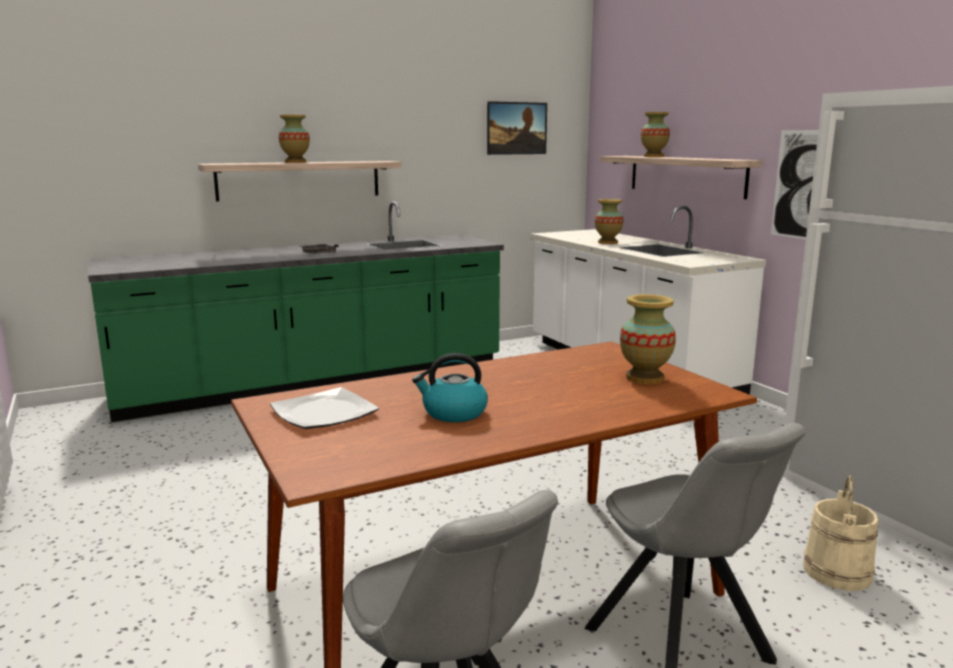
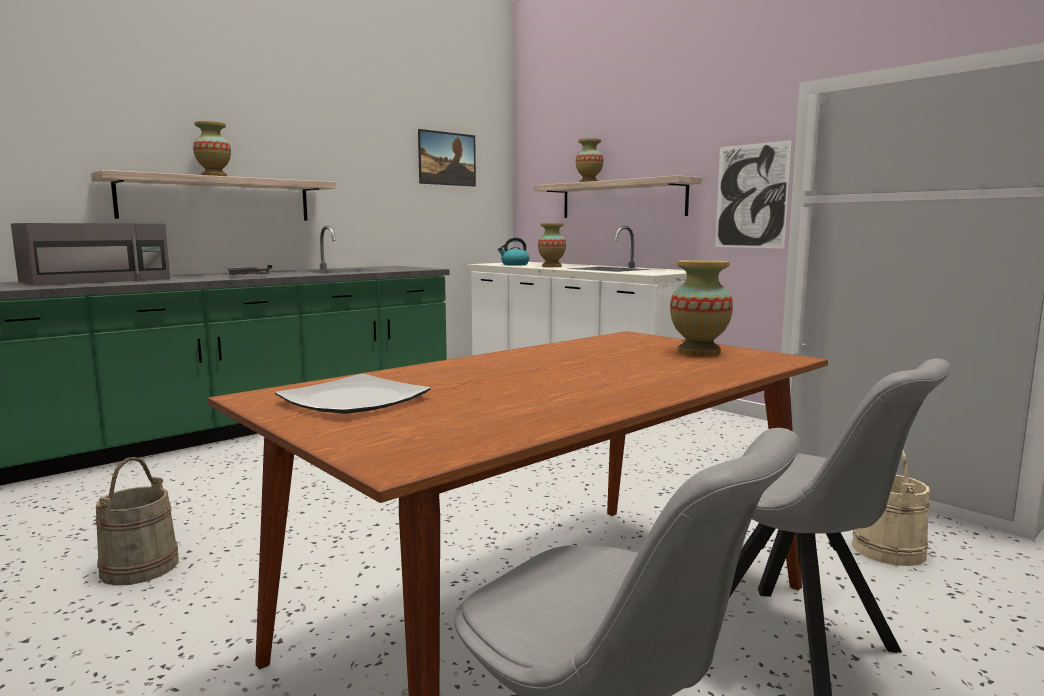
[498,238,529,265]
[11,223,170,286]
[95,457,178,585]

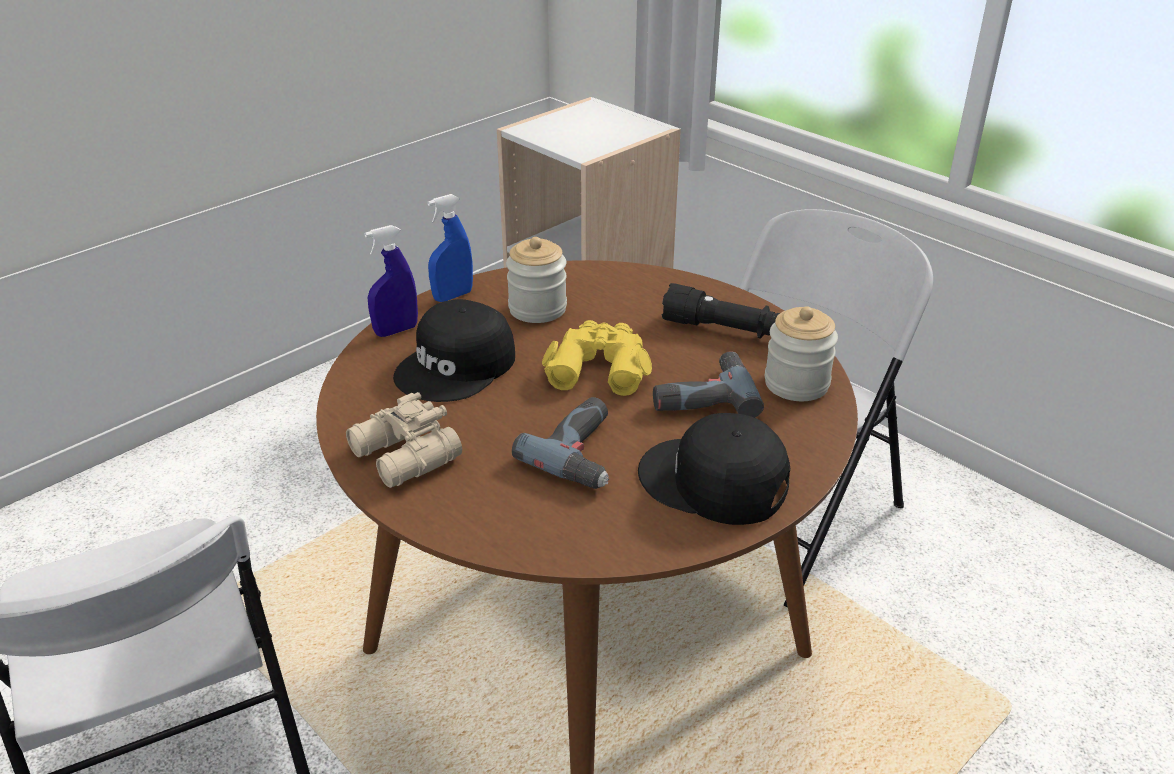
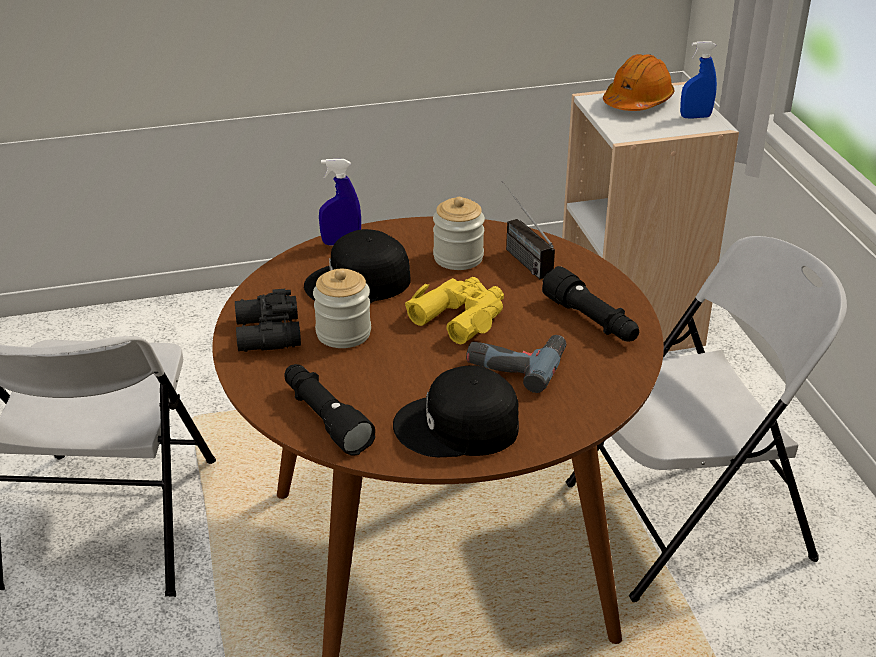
[235,289,301,352]
[680,41,717,119]
[512,397,609,489] (first image)
[393,365,519,457]
[313,269,371,348]
[284,364,375,456]
[502,181,555,279]
[603,54,674,111]

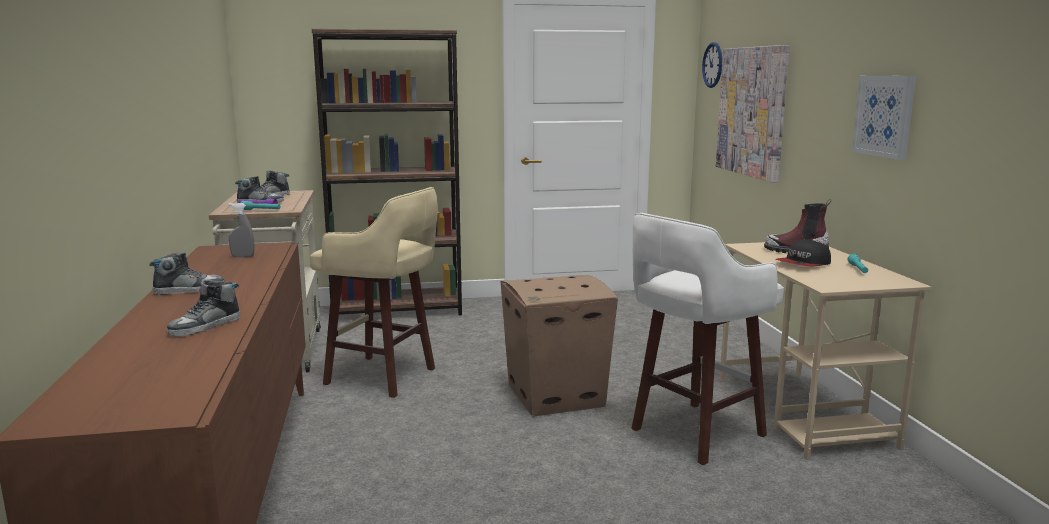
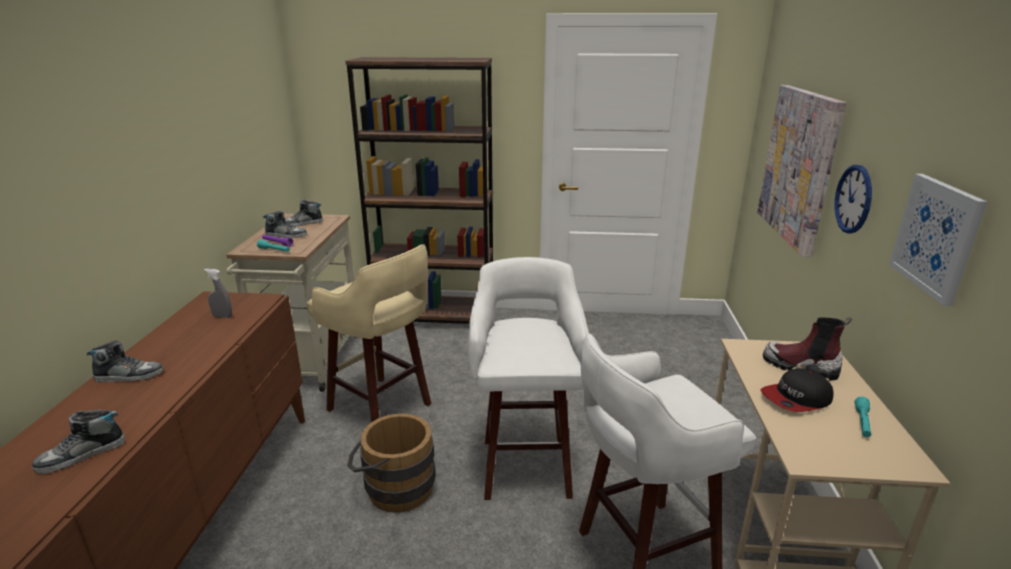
[468,257,589,500]
[834,165,872,234]
[347,413,436,513]

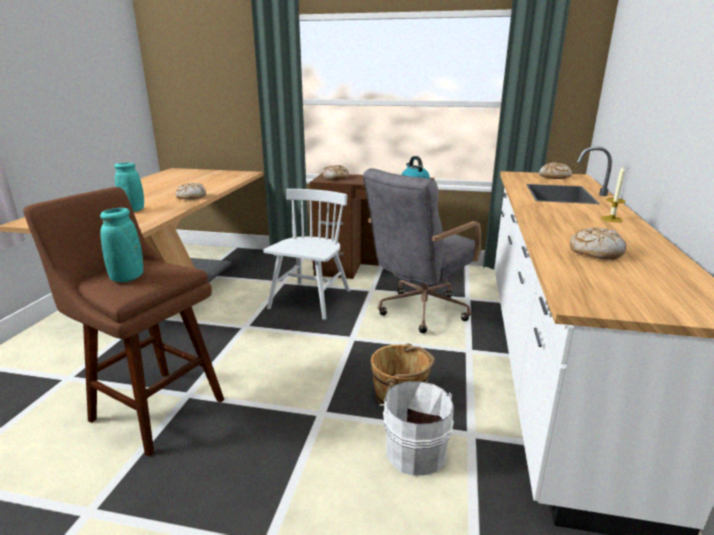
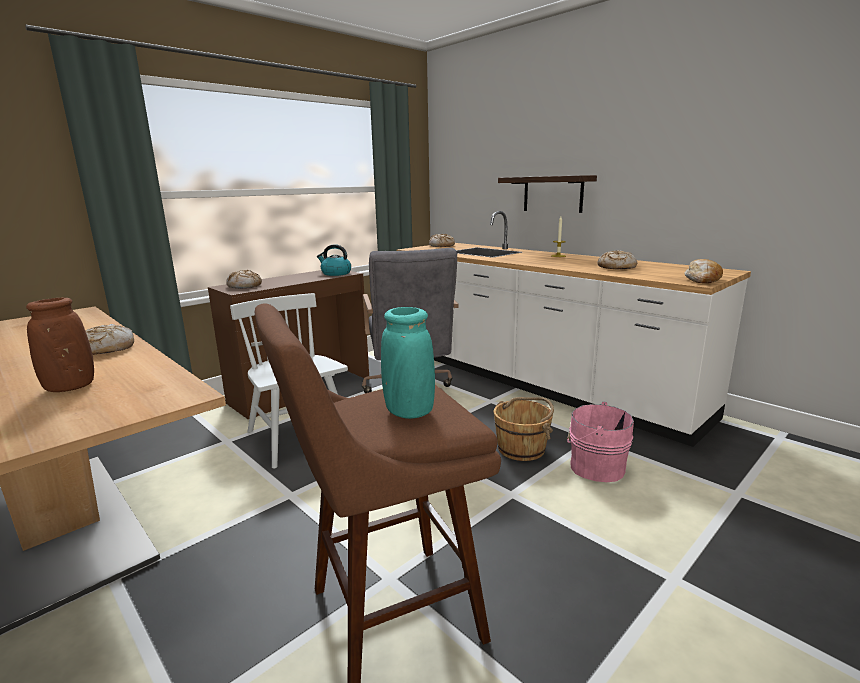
[26,298,94,392]
[567,402,634,482]
[498,175,597,213]
[684,259,723,283]

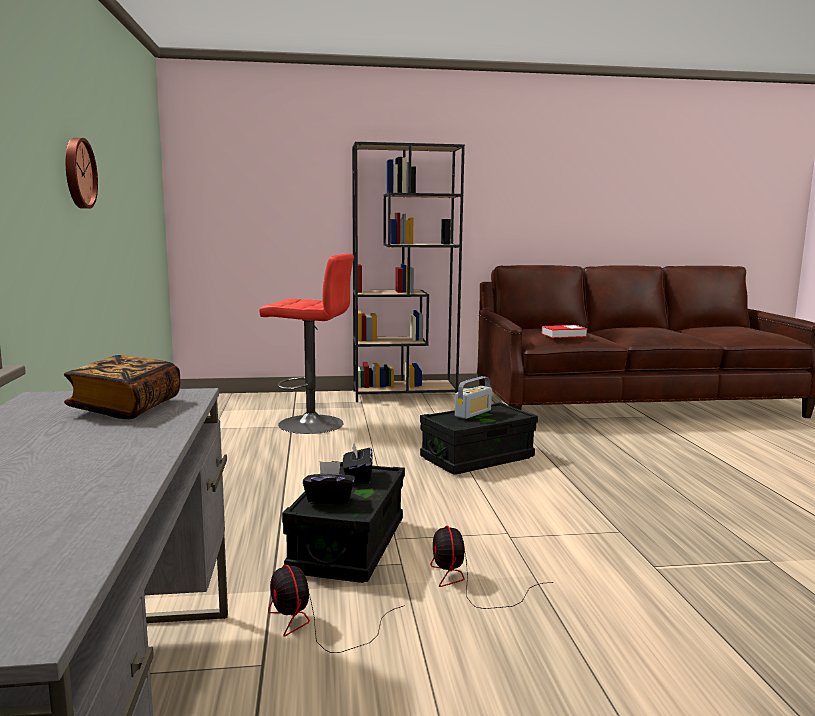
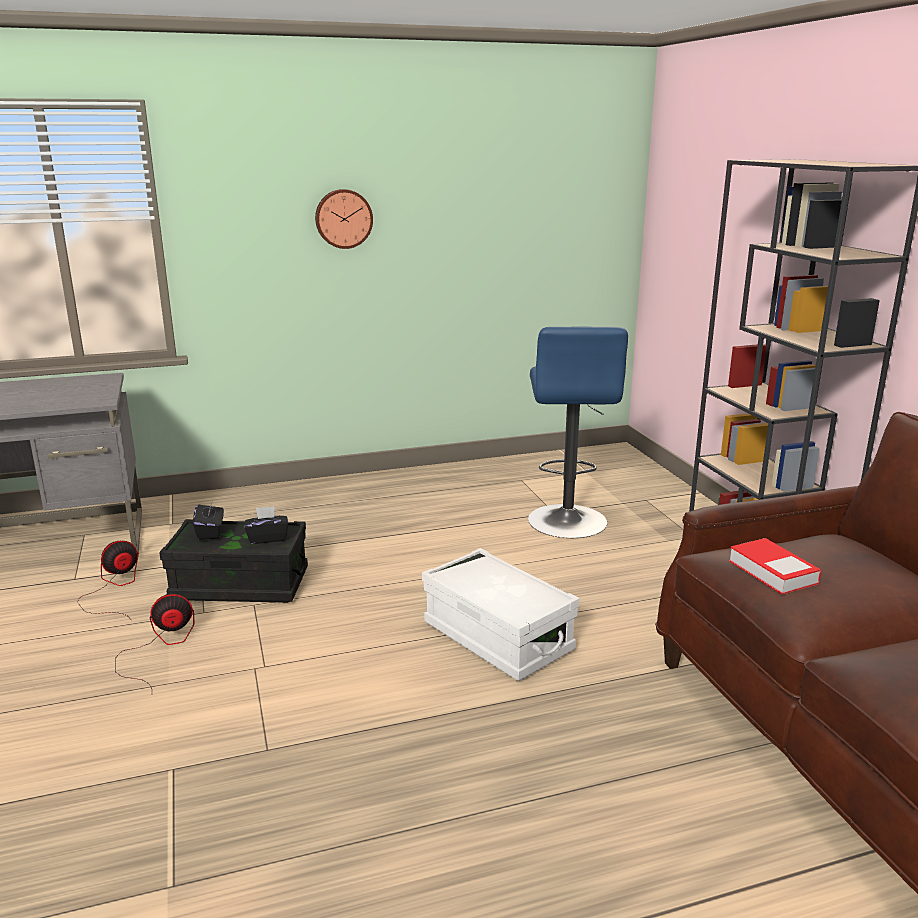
[64,355,180,419] (first image)
[528,327,628,538]
[422,548,579,681]
[455,376,492,419] (first image)

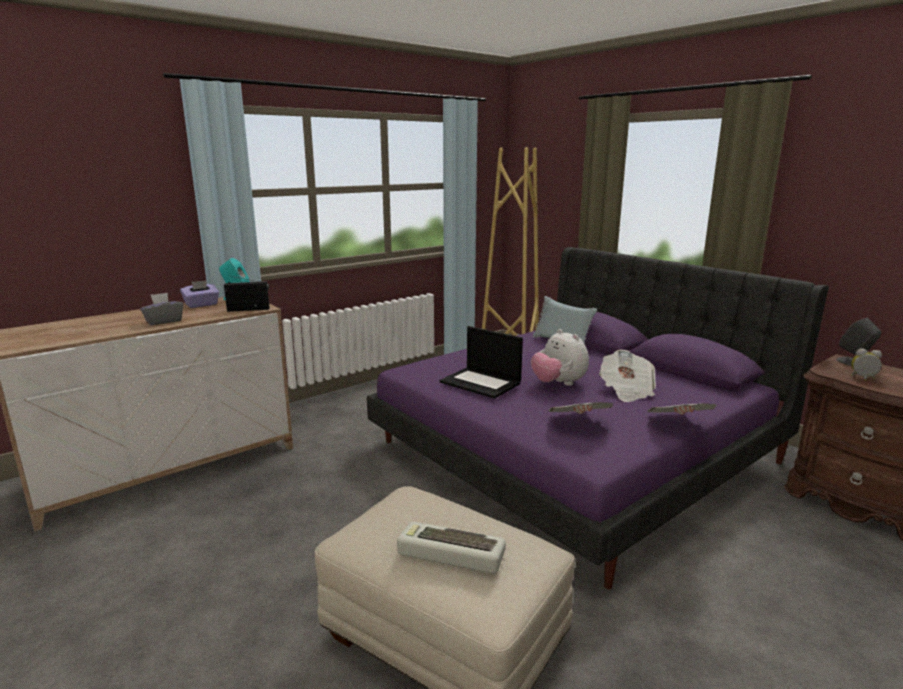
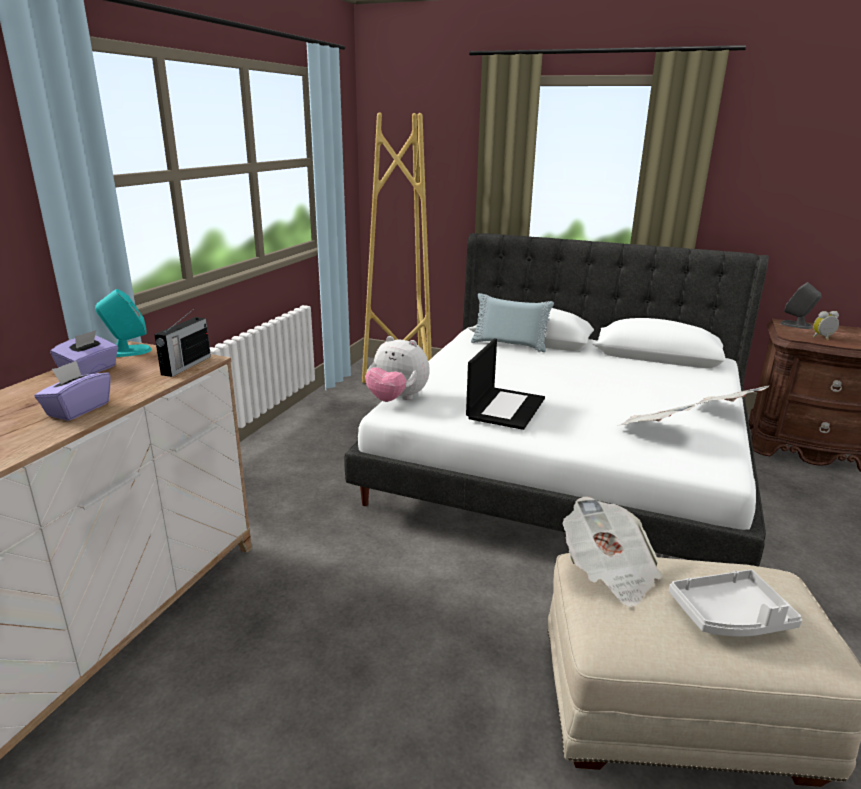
[34,361,111,421]
[154,308,211,377]
[344,233,769,566]
[669,570,802,637]
[466,338,545,430]
[365,336,430,402]
[563,496,663,607]

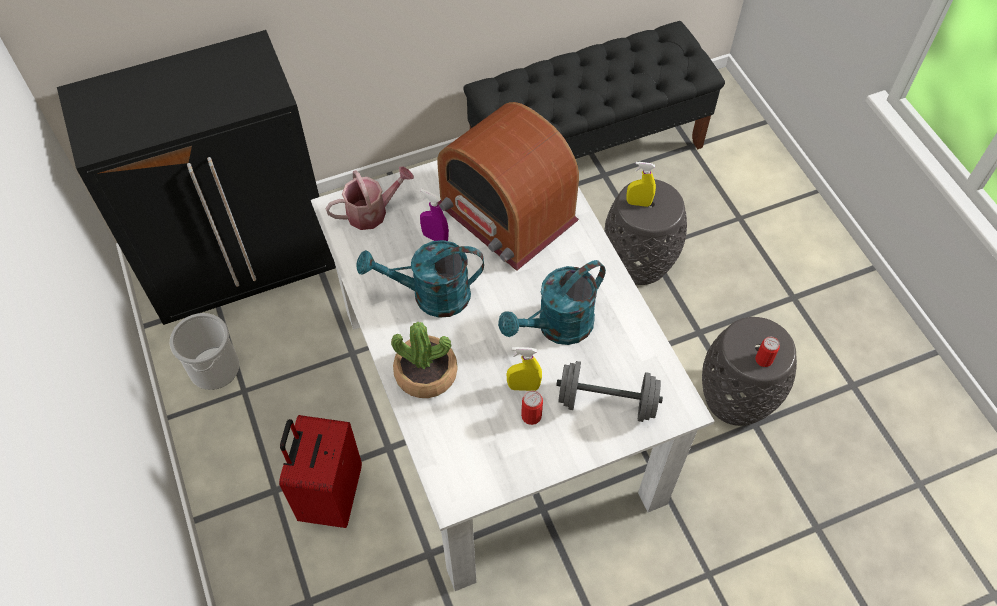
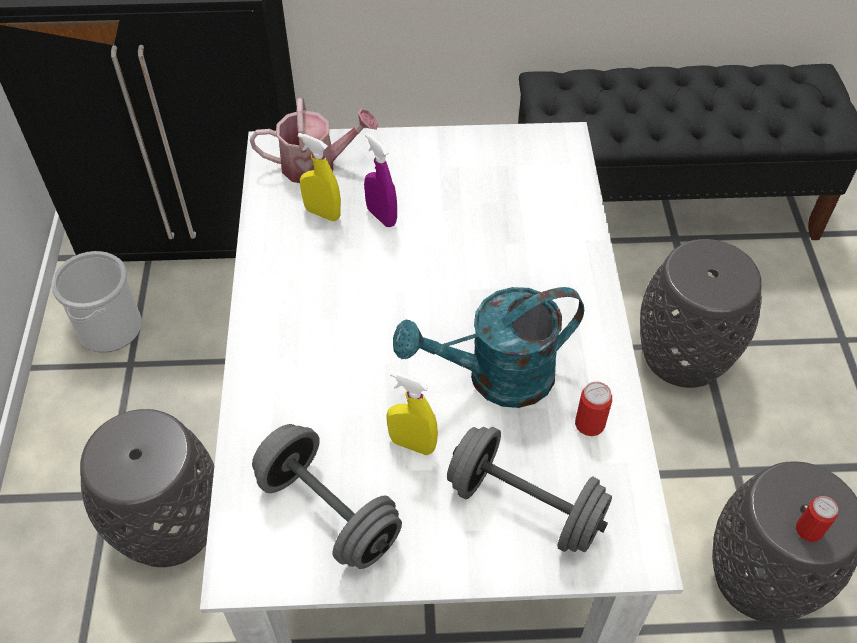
[80,409,214,567]
[356,240,484,318] (first image)
[391,322,458,398] (first image)
[437,102,579,271] (first image)
[575,381,612,436]
[298,133,341,221]
[252,424,402,569]

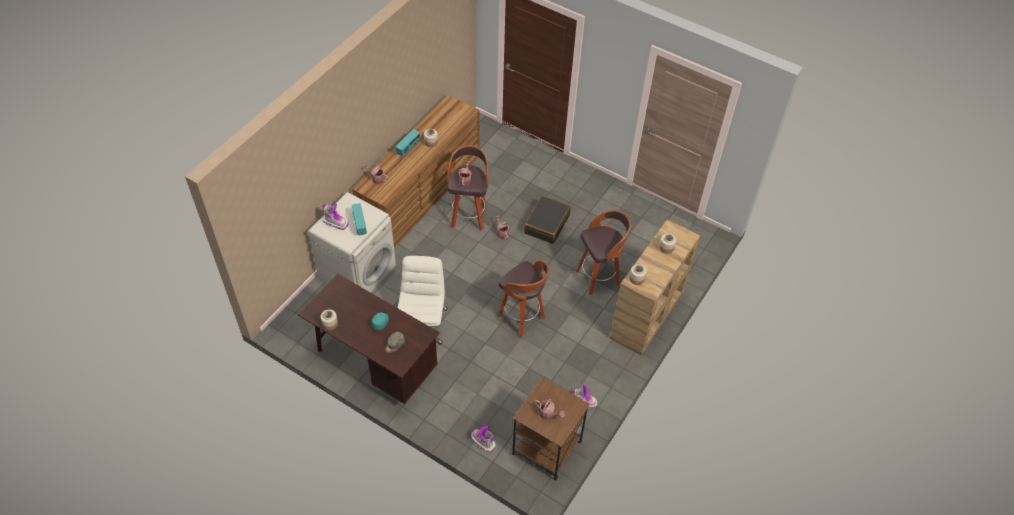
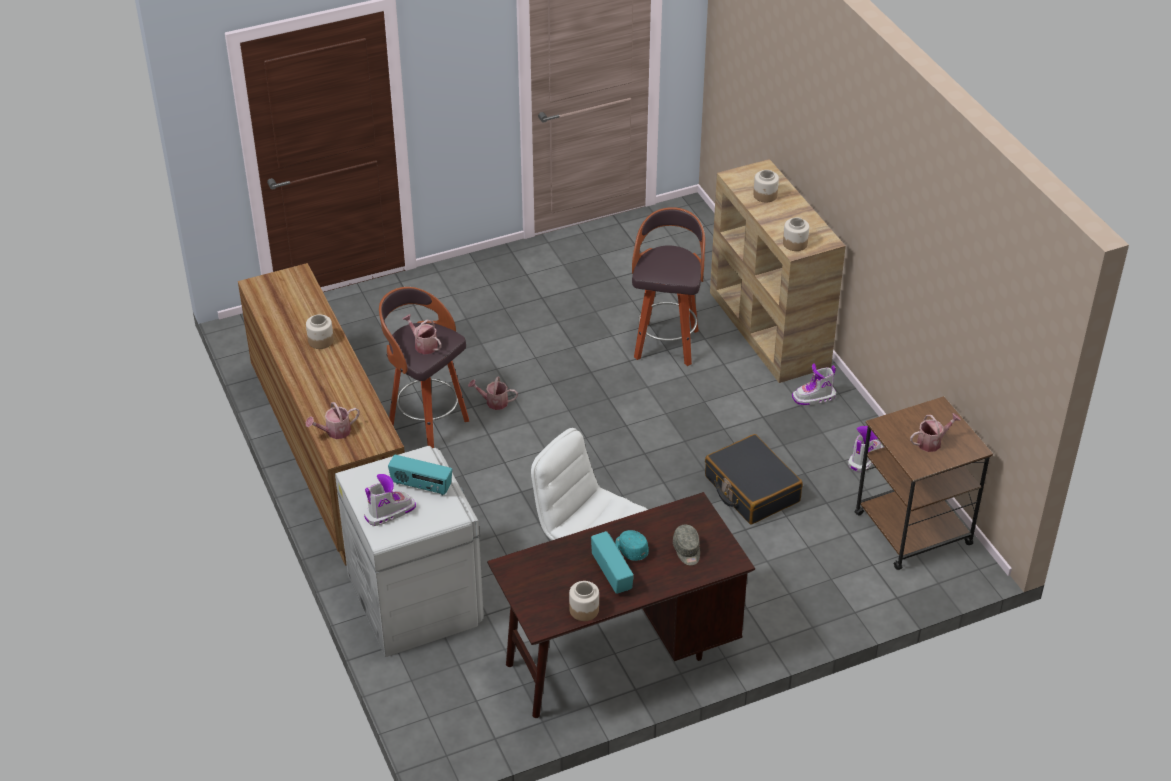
[591,531,634,594]
[792,363,836,406]
[498,260,549,336] (first image)
[705,434,803,525]

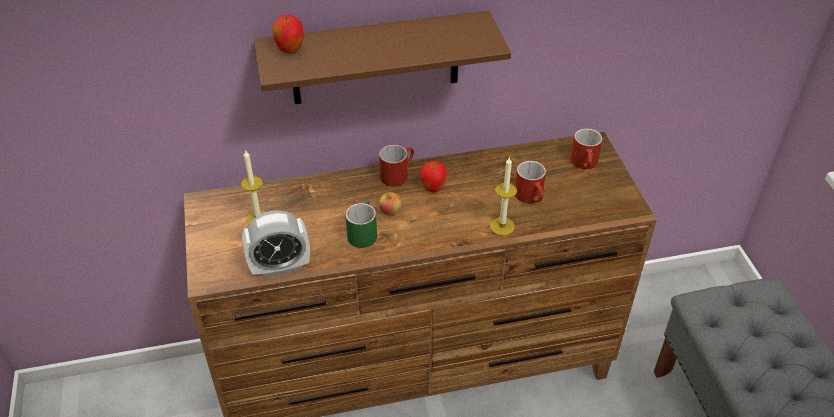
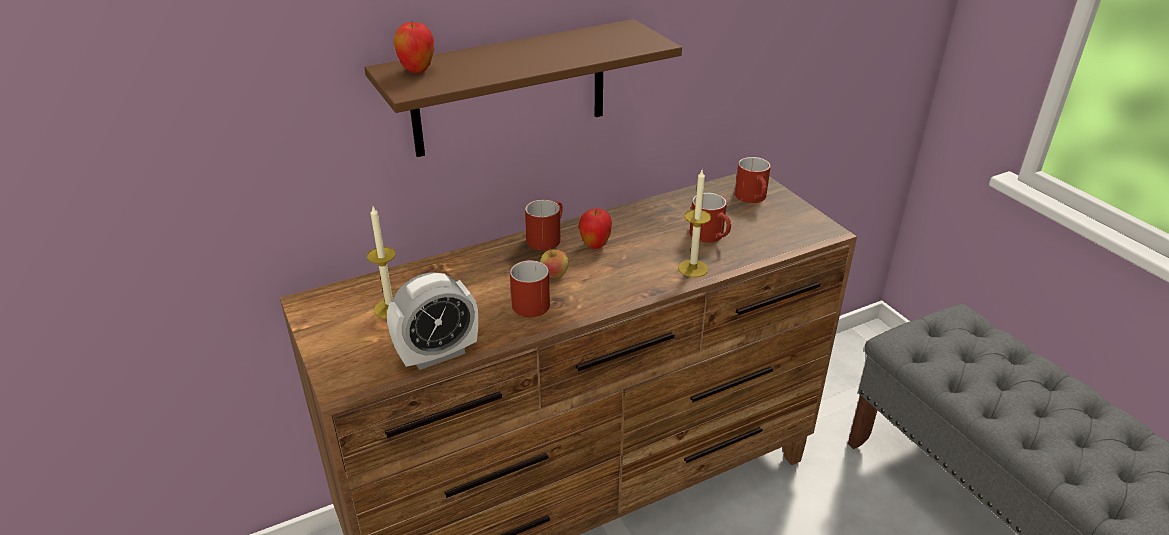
[510,259,550,317]

